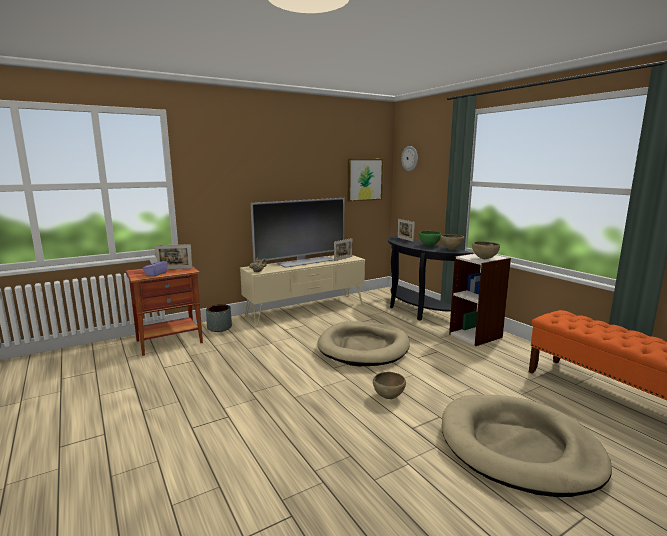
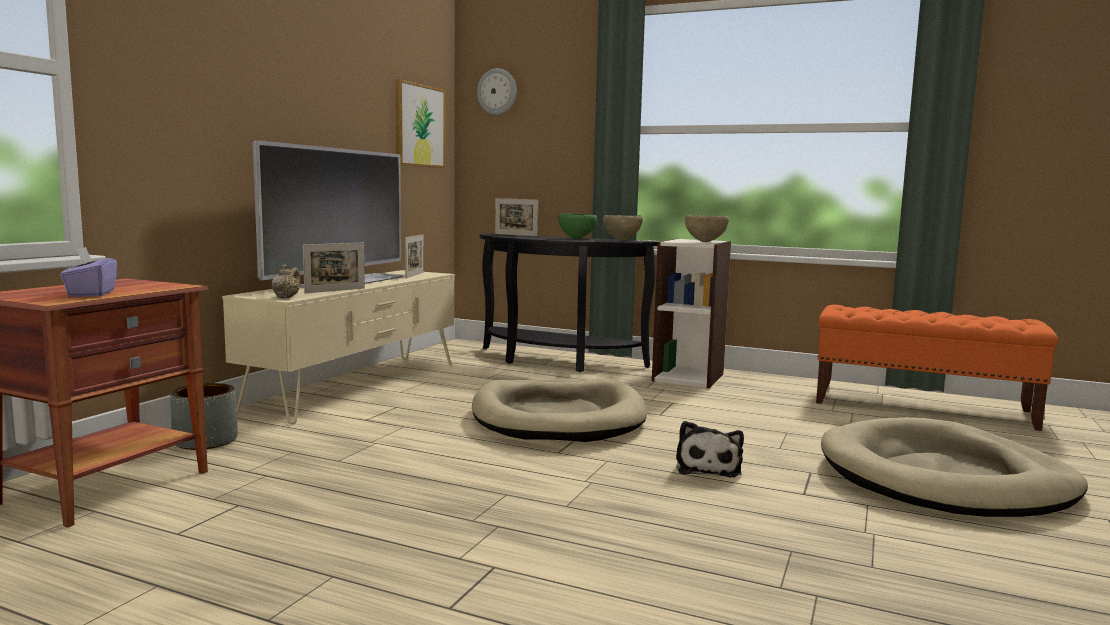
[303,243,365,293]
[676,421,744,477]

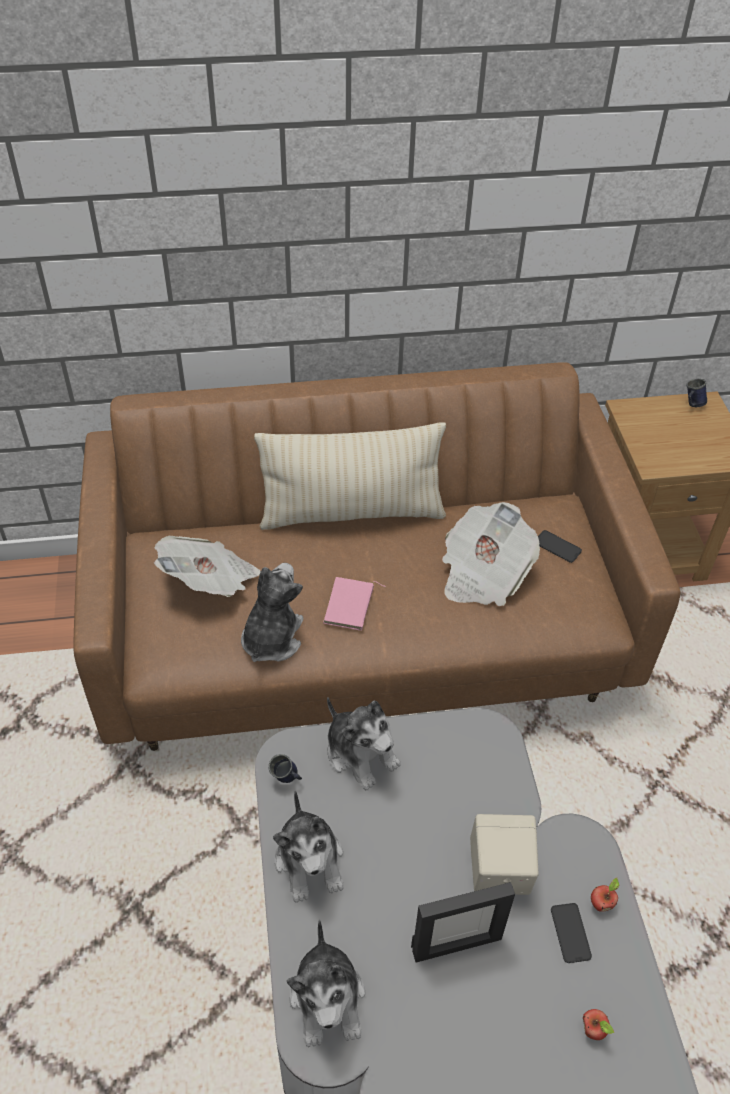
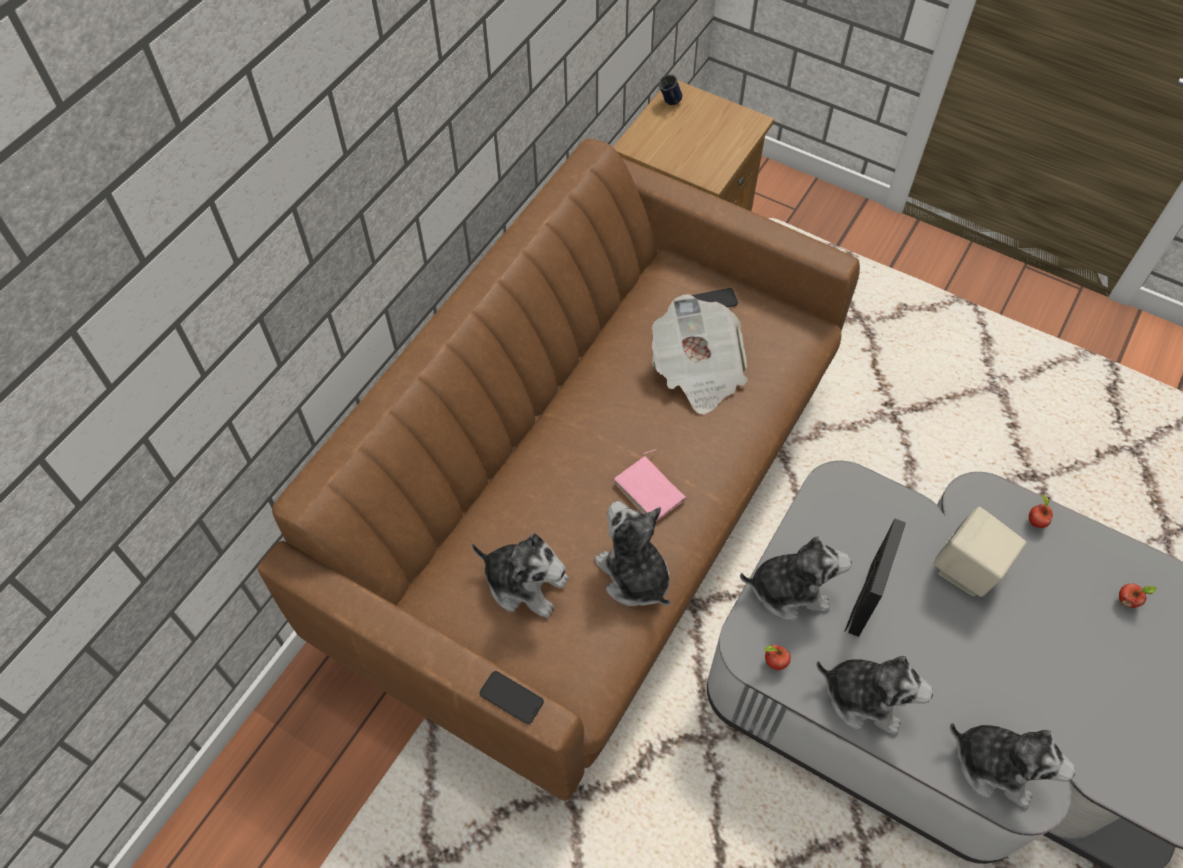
[472,533,569,618]
[254,422,446,530] (first image)
[764,645,791,670]
[845,519,906,637]
[479,671,544,724]

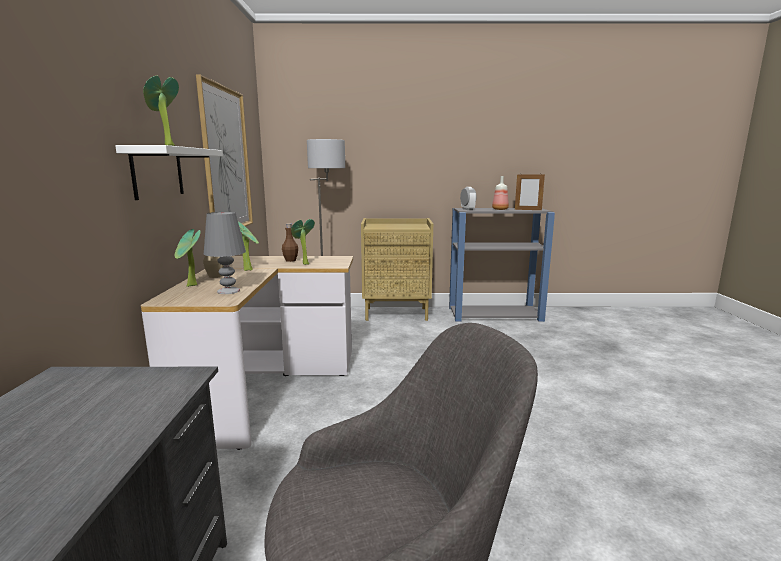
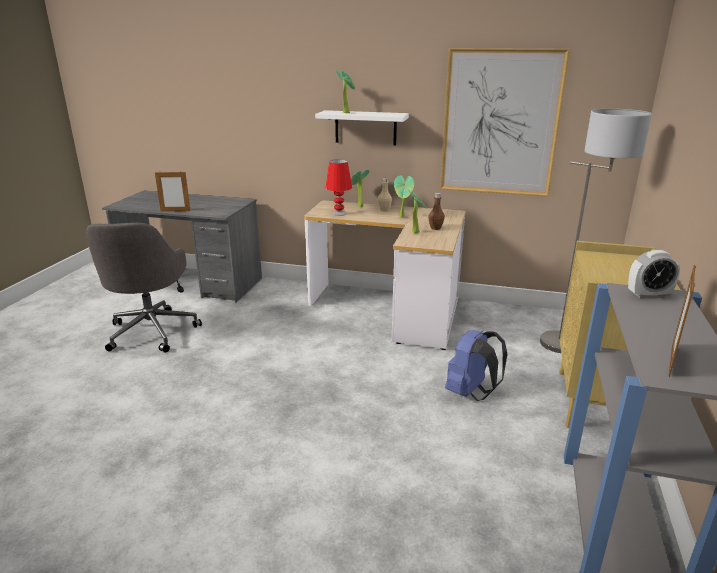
[326,159,352,216]
[492,176,509,210] (first image)
[155,171,191,212]
[445,330,508,401]

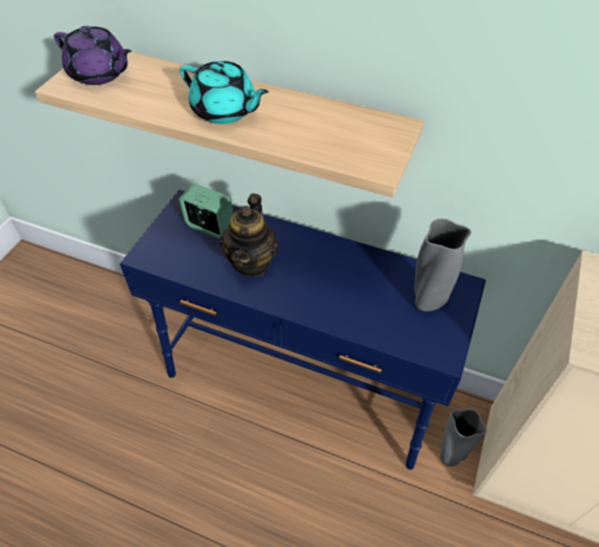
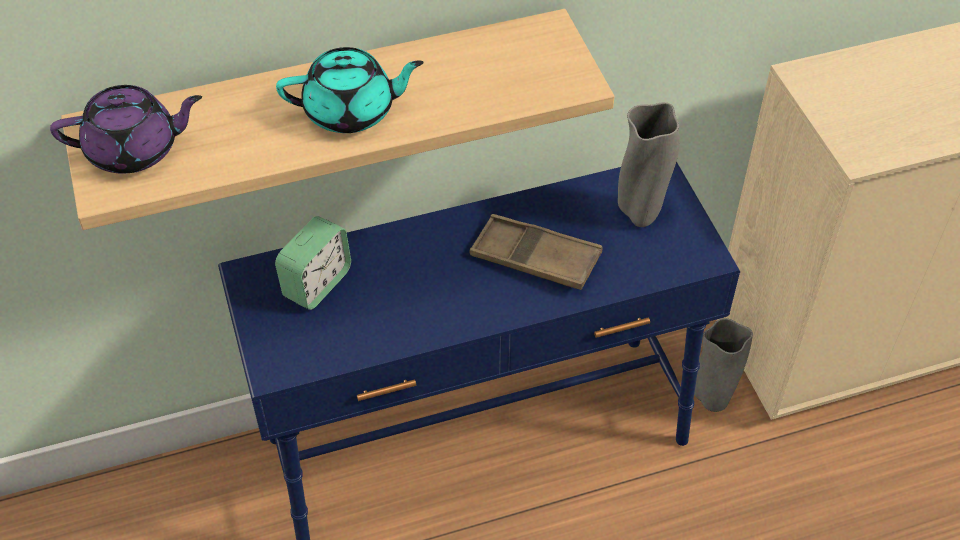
[275,216,351,310]
[220,194,279,277] (first image)
[470,214,602,290]

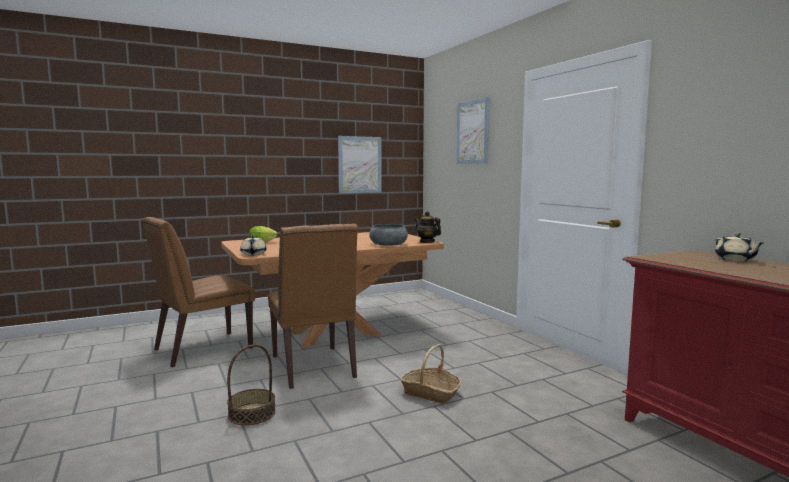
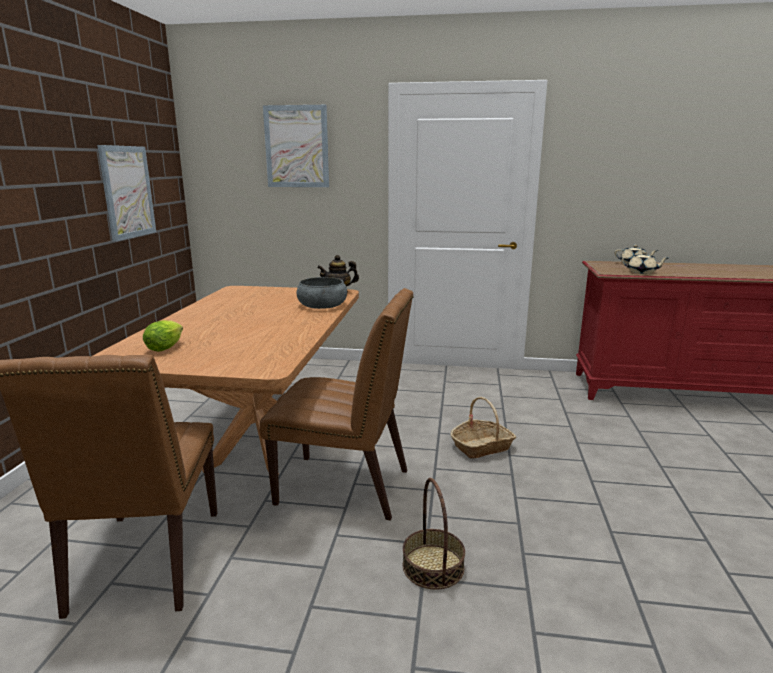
[622,252,668,274]

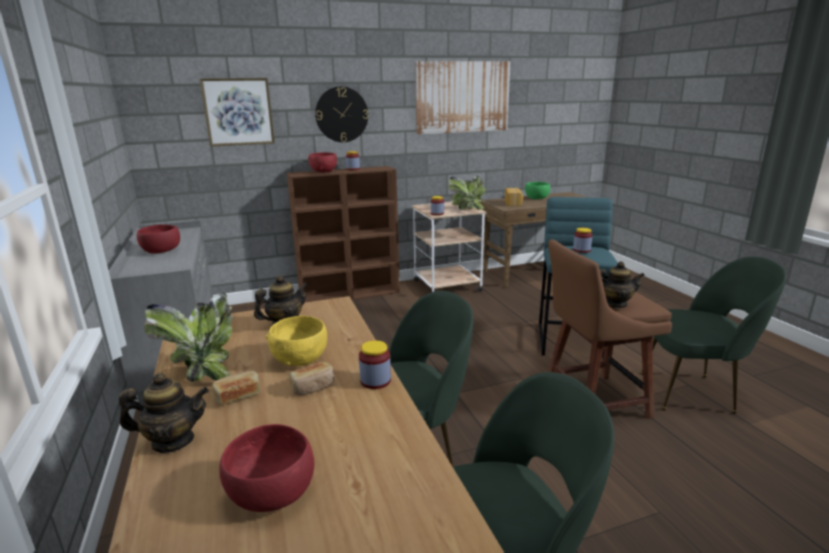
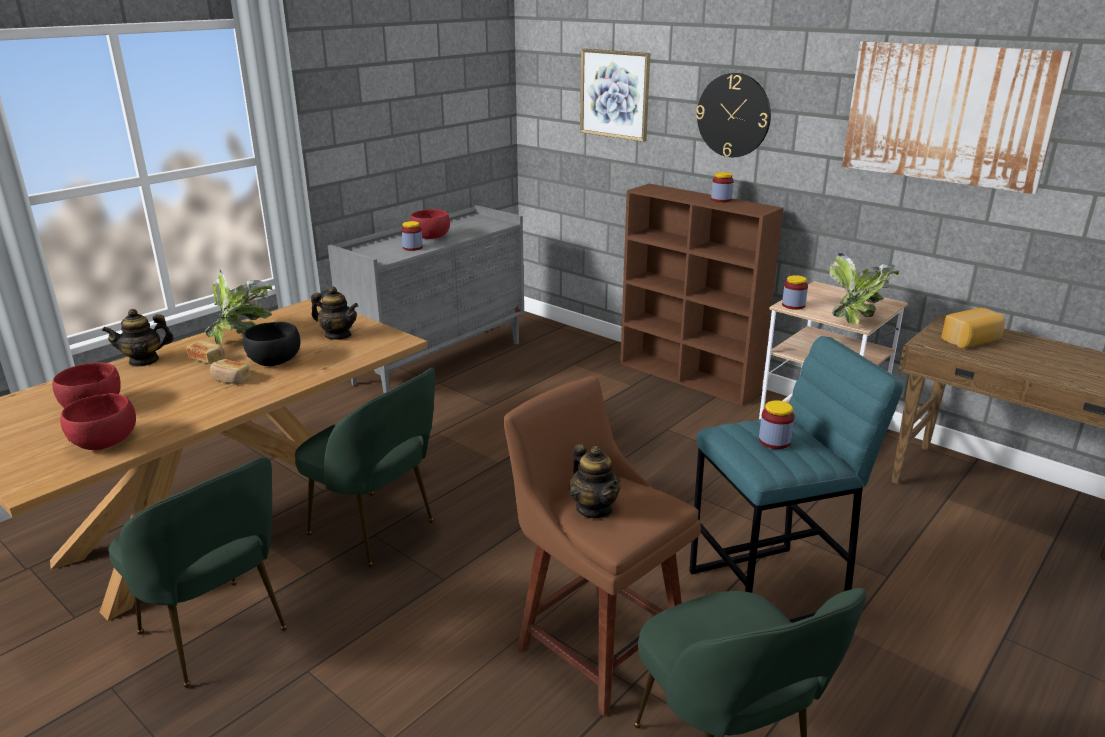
[102,309,174,367]
[243,322,300,366]
[60,393,136,450]
[401,221,423,251]
[525,182,550,199] (first image)

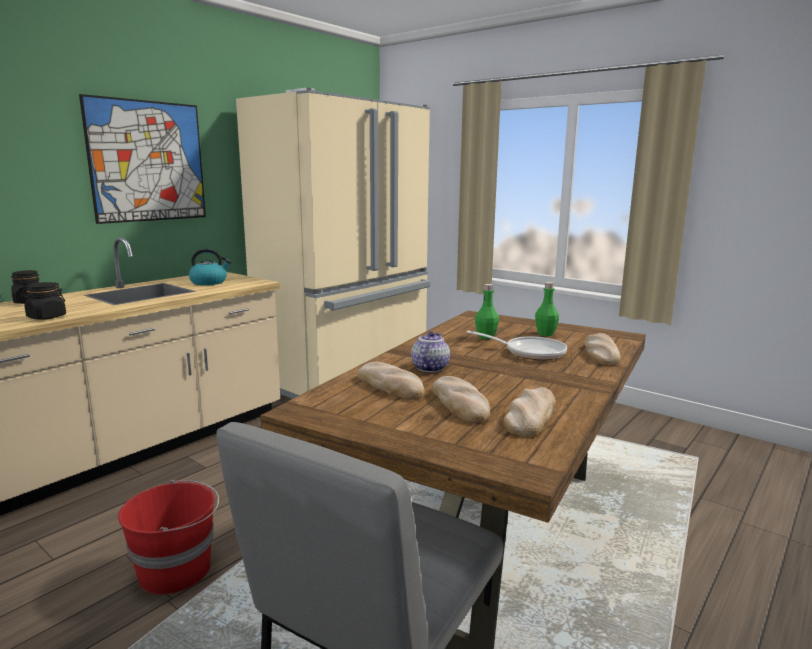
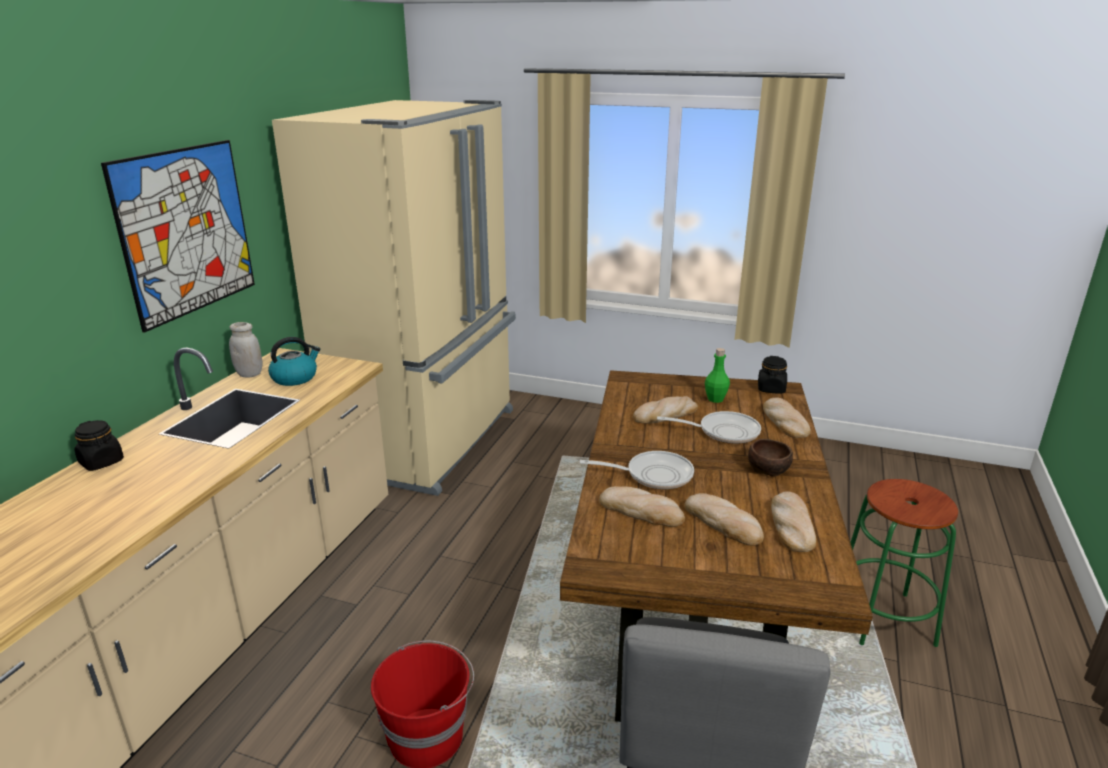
[758,356,787,393]
[580,451,694,489]
[633,396,698,424]
[229,322,263,378]
[748,439,793,477]
[850,479,958,647]

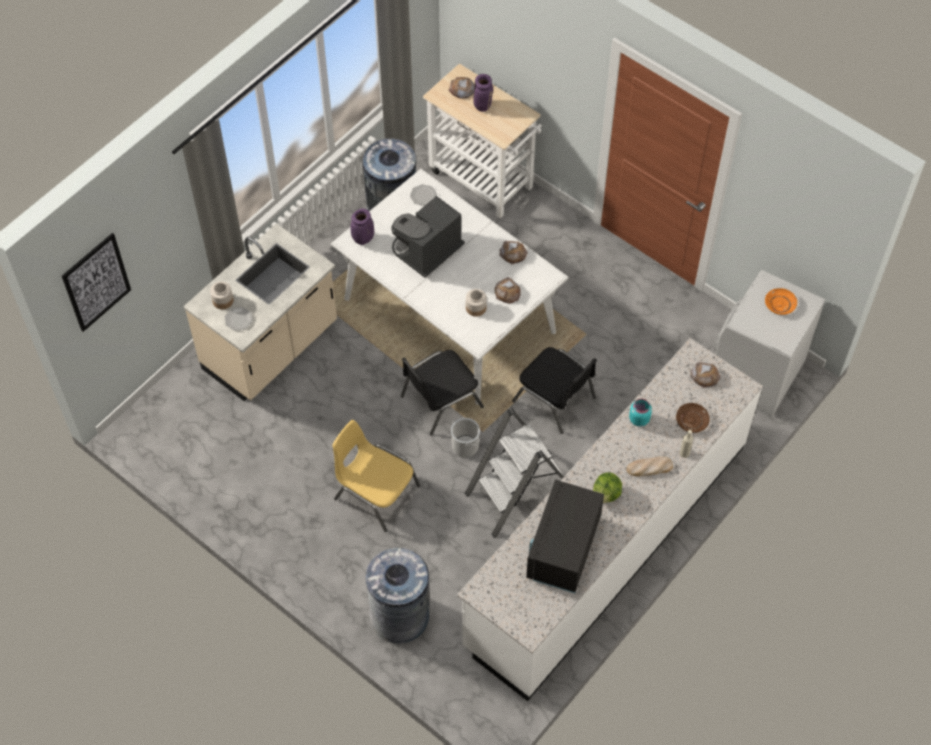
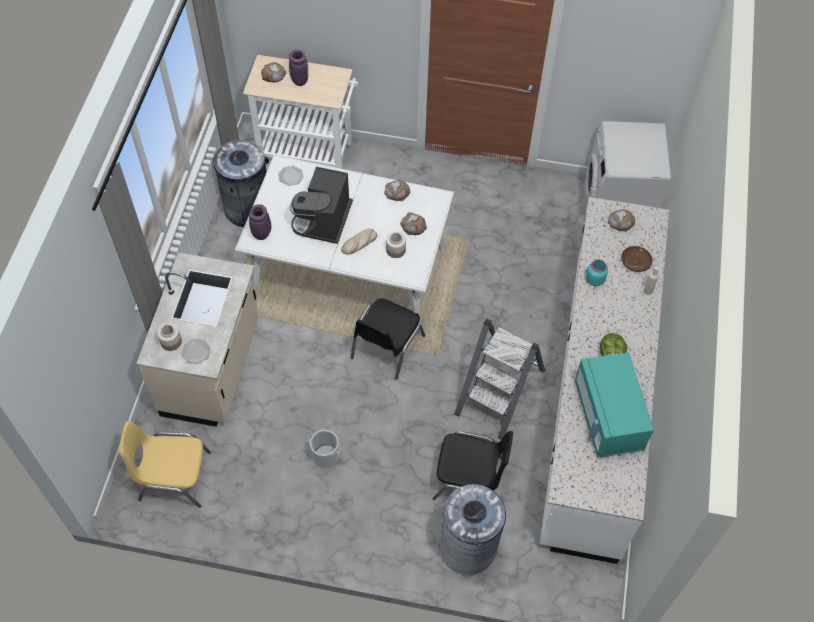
[62,233,131,332] (first image)
[119,421,211,508]
[308,430,340,468]
[432,431,513,500]
[575,352,654,457]
[341,228,377,255]
[765,288,797,315] (first image)

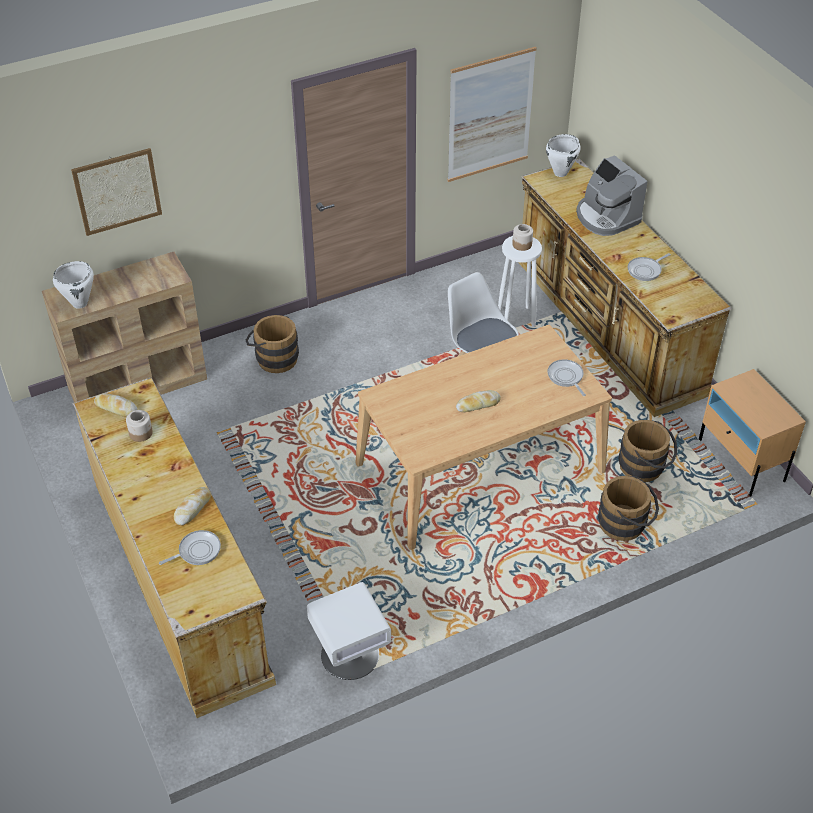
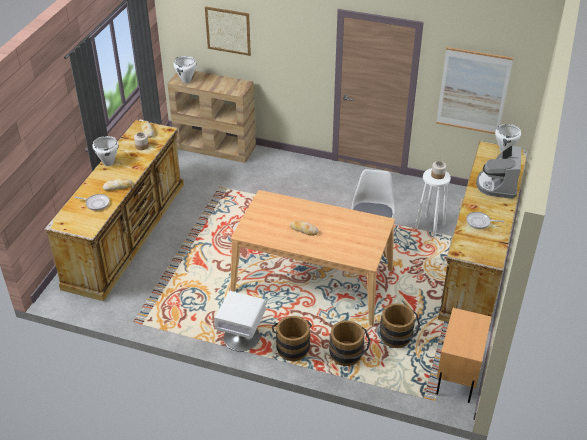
[272,316,312,361]
[214,291,266,352]
[548,359,586,396] (first image)
[92,136,119,166]

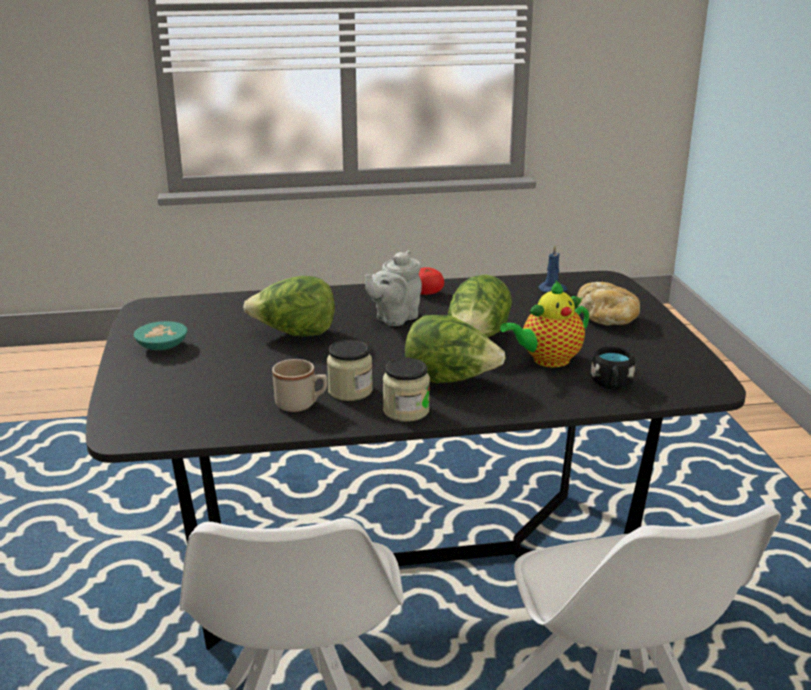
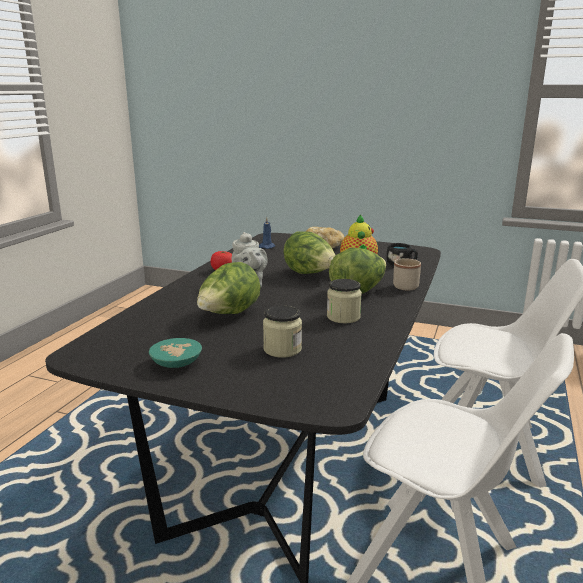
[393,258,421,290]
[263,306,302,358]

